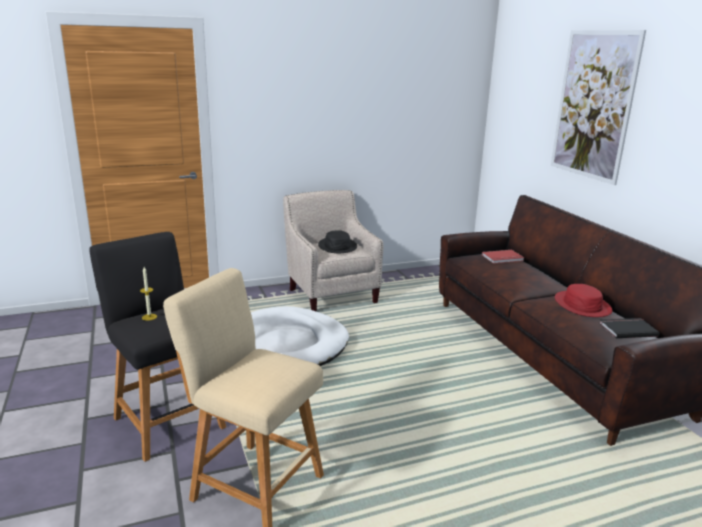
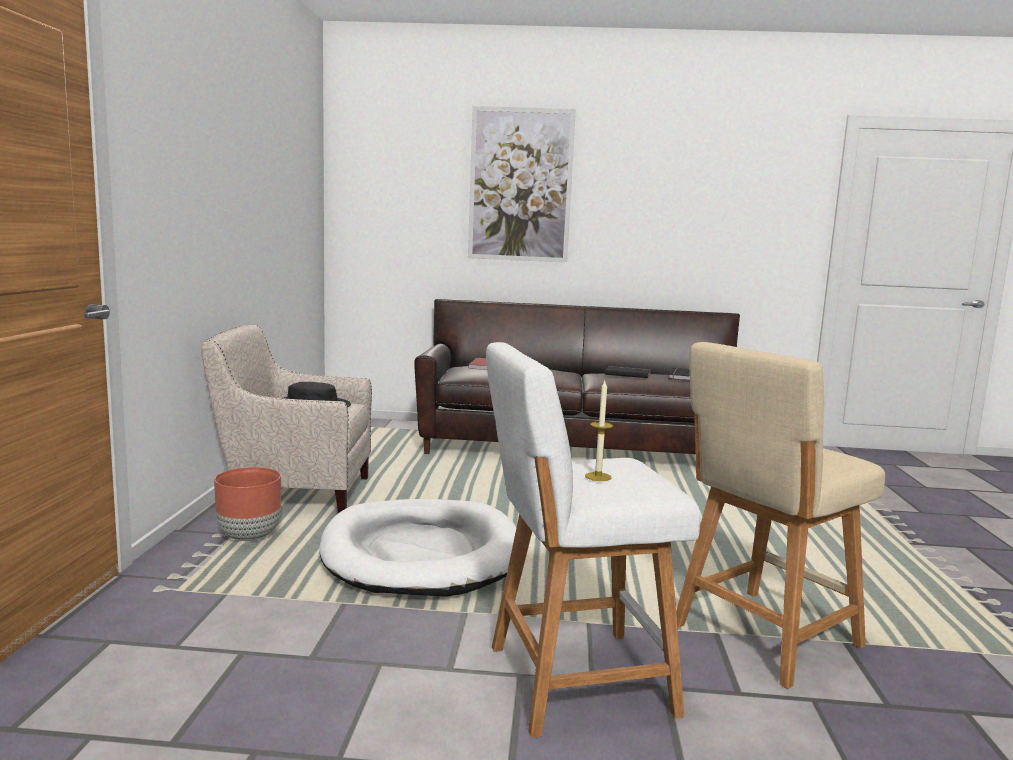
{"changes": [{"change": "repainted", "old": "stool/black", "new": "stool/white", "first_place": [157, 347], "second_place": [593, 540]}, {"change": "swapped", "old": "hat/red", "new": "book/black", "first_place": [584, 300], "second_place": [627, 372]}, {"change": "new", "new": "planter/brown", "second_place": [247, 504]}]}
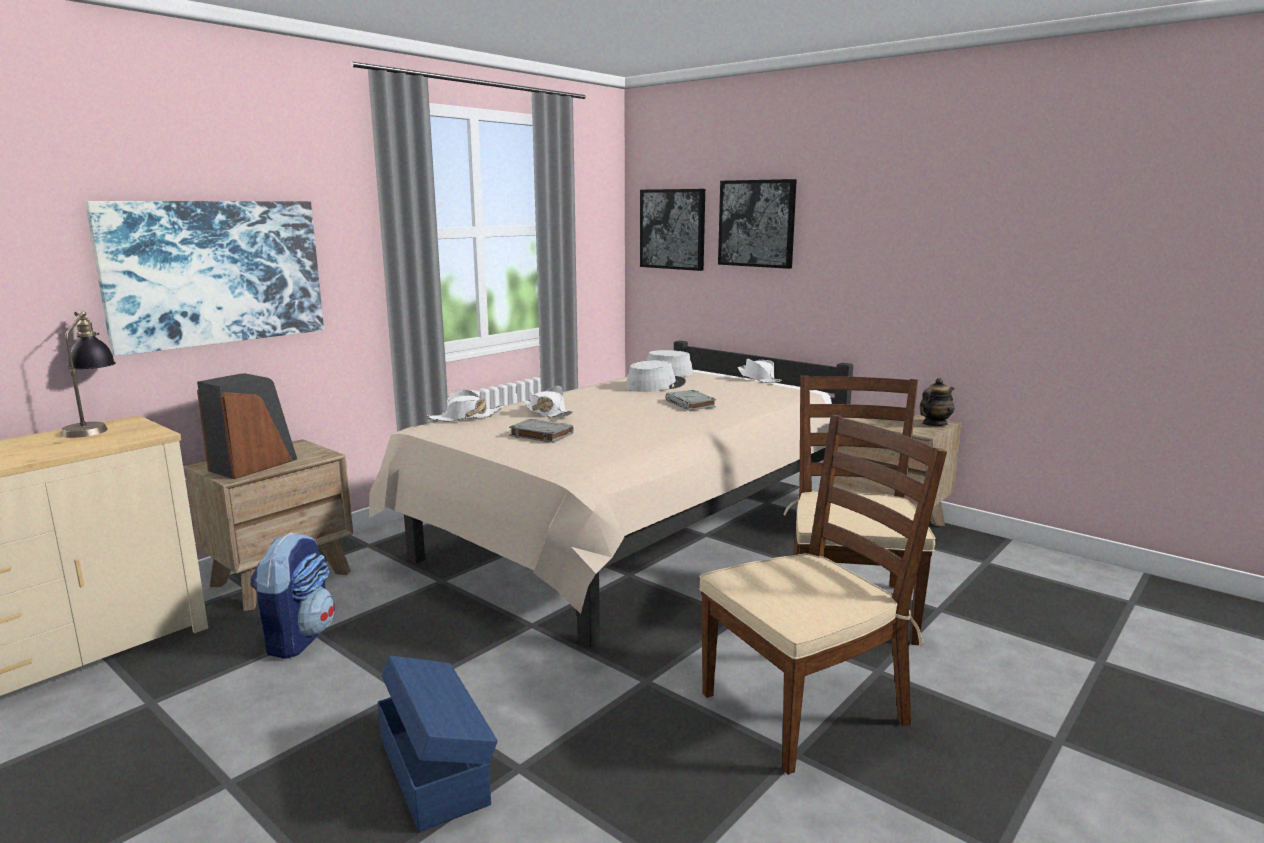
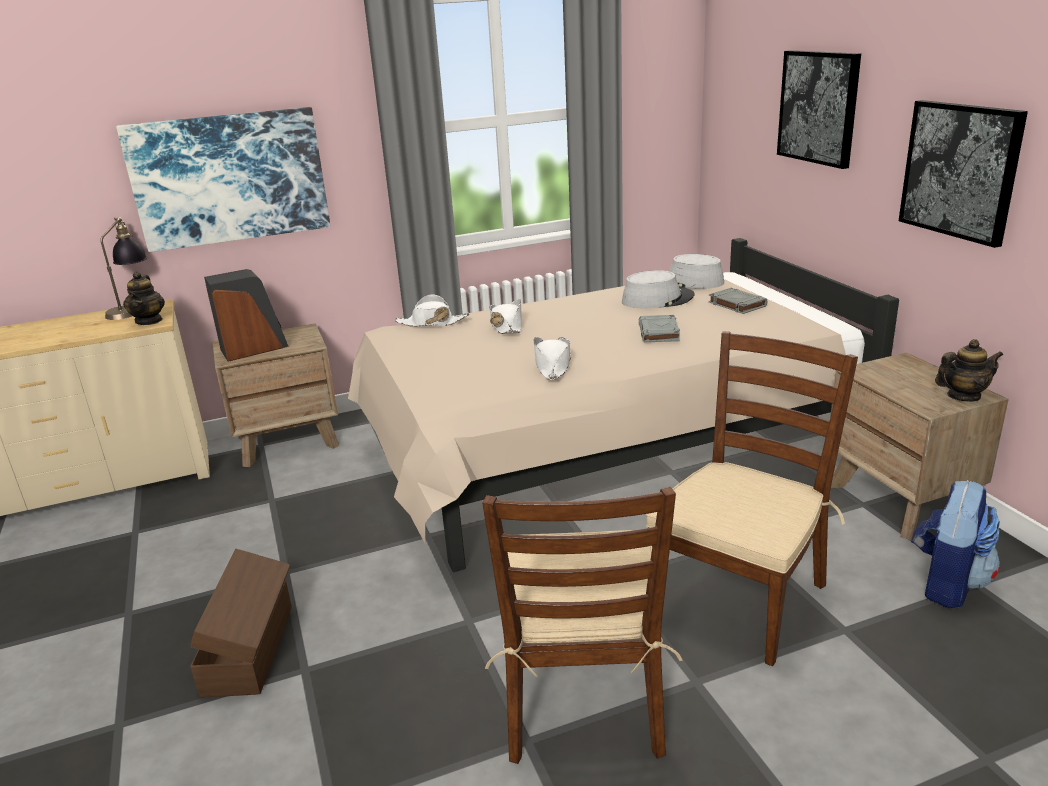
{"changes": [{"change": "shifted", "old": "backpack", "first_place": [292, 595], "second_place": [956, 544]}, {"change": "repainted", "old": "storage box/blue", "new": "storage box/brown", "first_place": [438, 744], "second_place": [241, 623]}, {"change": "shifted", "old": "book/grey", "first_place": [541, 431], "second_place": [738, 301]}, {"change": "shifted", "old": "picture", "first_place": [672, 230], "second_place": [963, 174]}, {"change": "rotated", "old": "chair/brown", "first_place": [823, 595], "second_place": [582, 625], "degrees": 90}, {"change": "shifted", "old": "hat/white", "first_place": [760, 371], "second_place": [552, 358]}, {"change": "new", "new": "teapot", "second_place": [144, 298]}]}
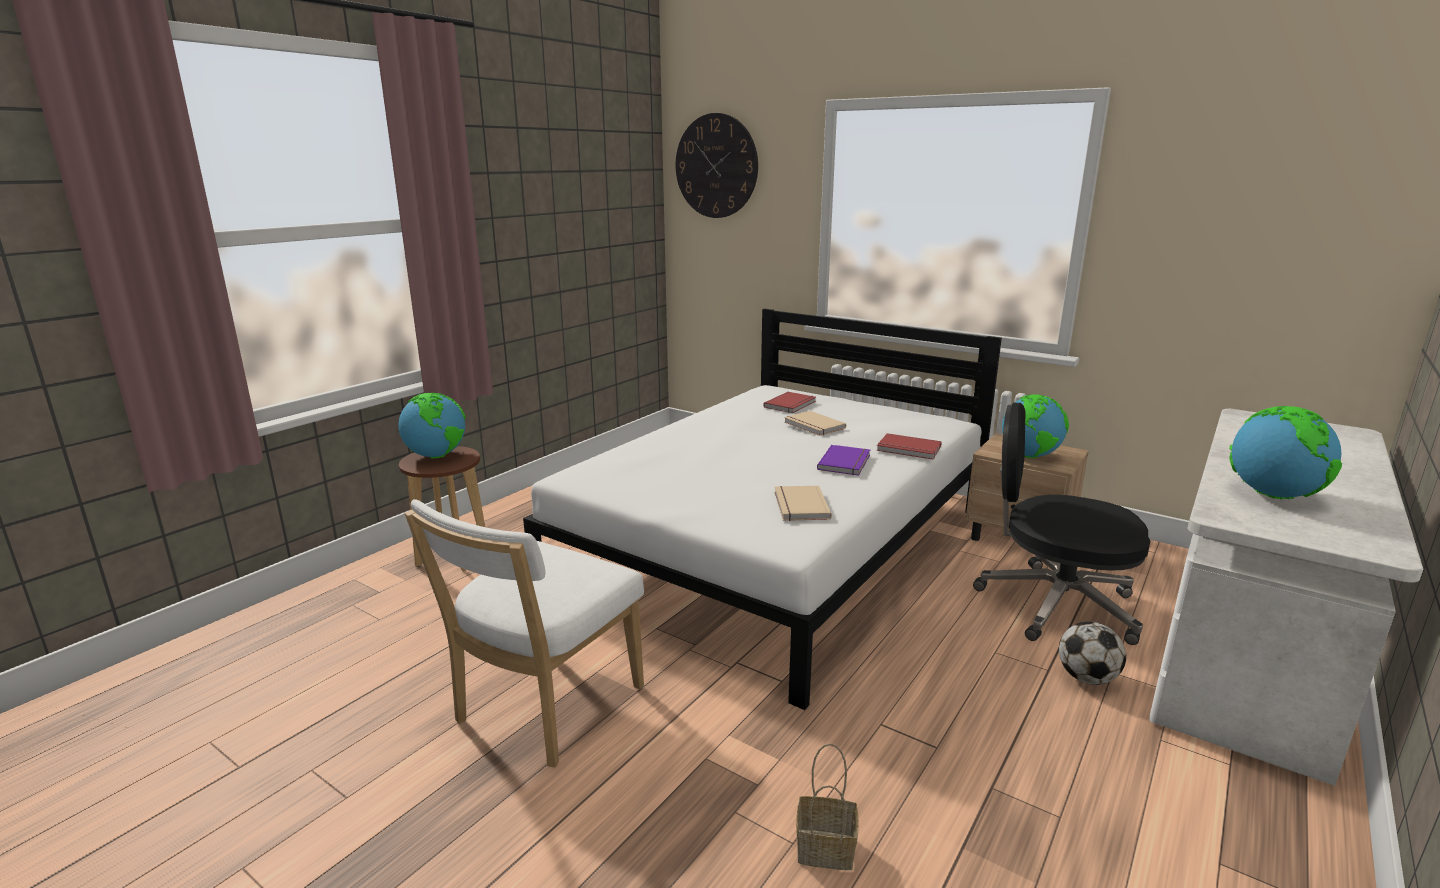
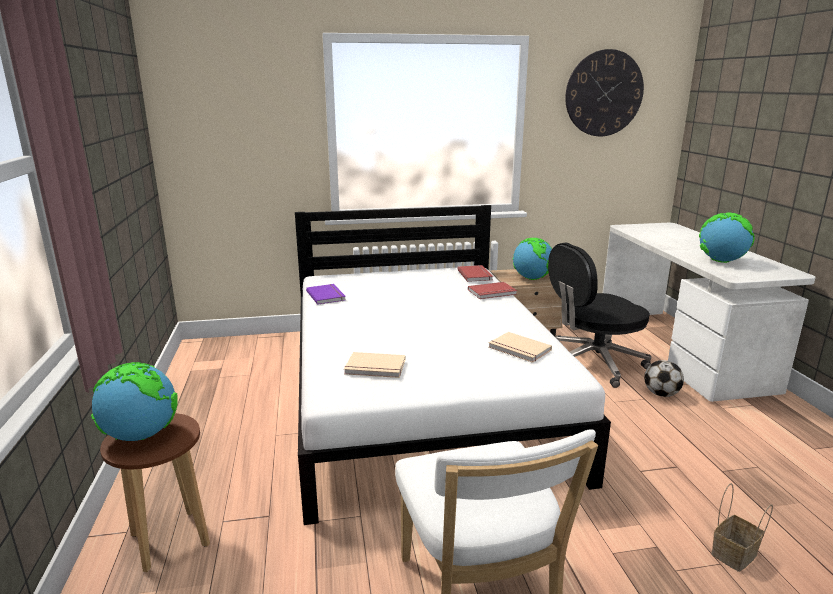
{"changes": [{"change": "shifted", "old": "wall clock", "first_place": [717, 165], "second_place": [604, 92]}, {"change": "shifted", "old": "book/red", "first_place": [789, 402], "second_place": [475, 273]}, {"change": "shifted", "old": "book/beige", "first_place": [815, 423], "second_place": [375, 365]}, {"change": "shifted", "old": "book/purple", "first_place": [843, 460], "second_place": [326, 294]}]}
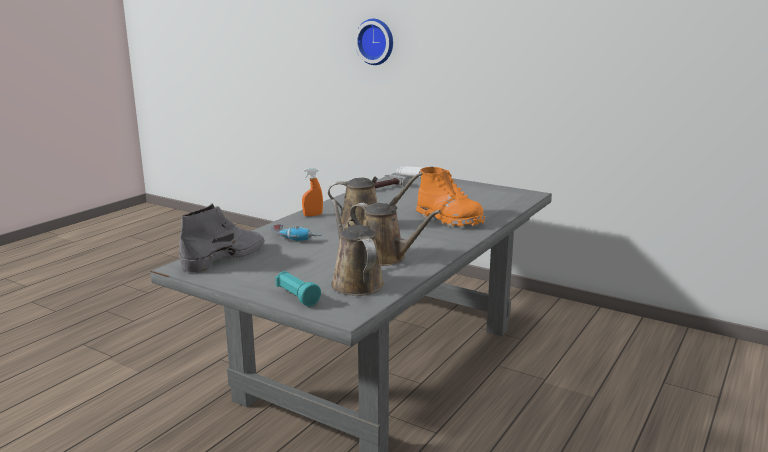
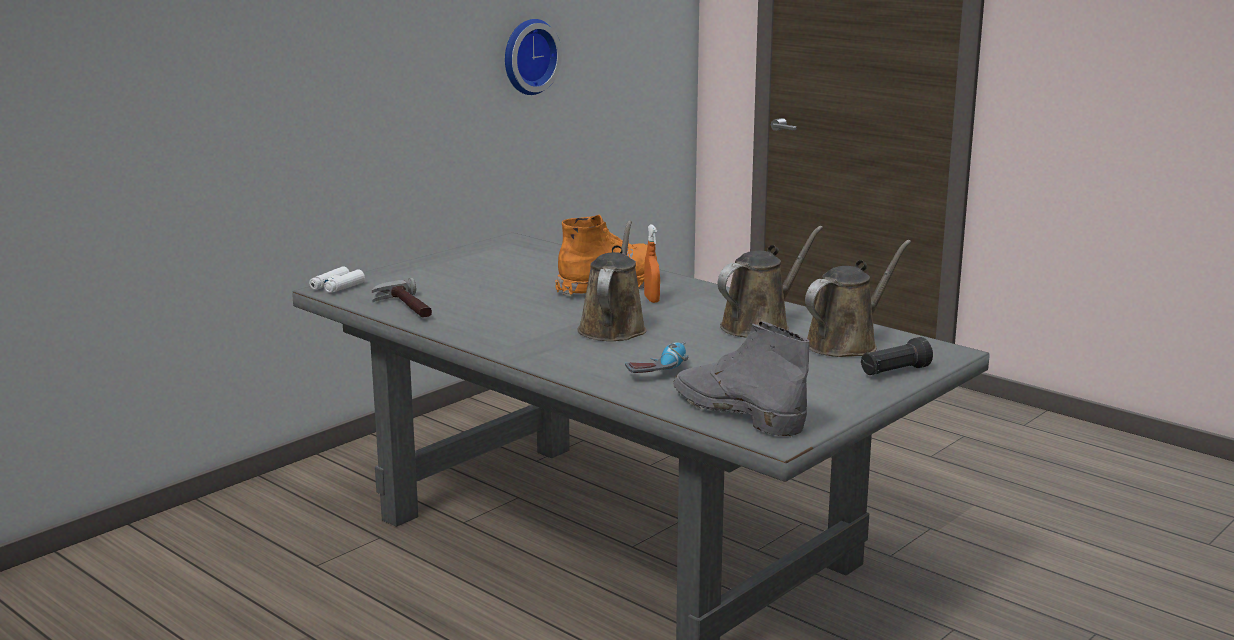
{"changes": [{"change": "repainted", "old": "flashlight/turquoise", "new": "flashlight/black", "first_place": [298, 288], "second_place": [897, 356]}, {"change": "shifted", "old": "spray bottle/orange", "first_place": [312, 192], "second_place": [652, 263]}, {"change": "rotated", "old": "watering can/brown", "first_place": [357, 247], "second_place": [858, 298], "degrees": 150}, {"change": "shifted", "old": "wall clock", "first_place": [374, 42], "second_place": [533, 57]}]}
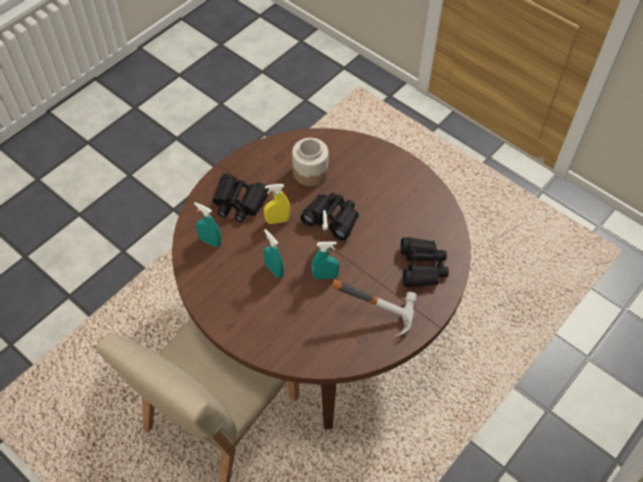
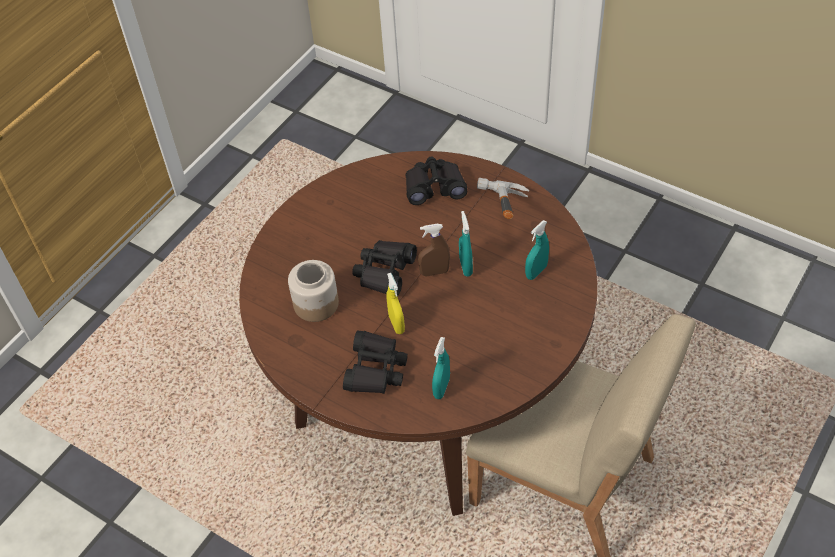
{"changes": [{"change": "shifted", "old": "spray bottle/turquoise", "first_place": [273, 253], "second_place": [537, 250]}]}
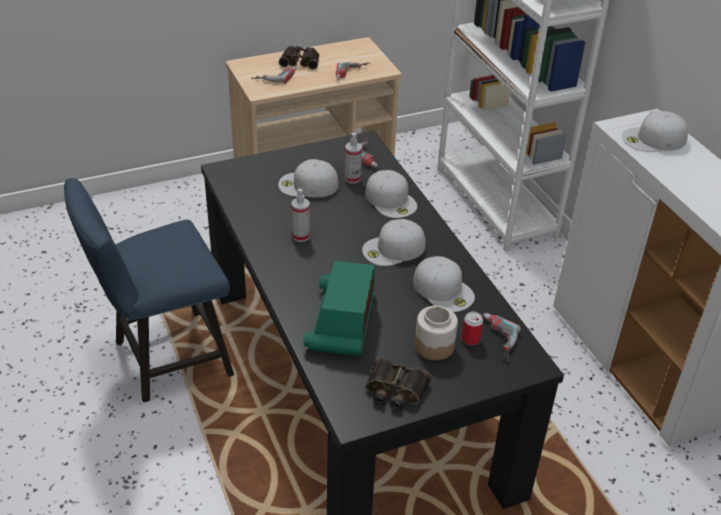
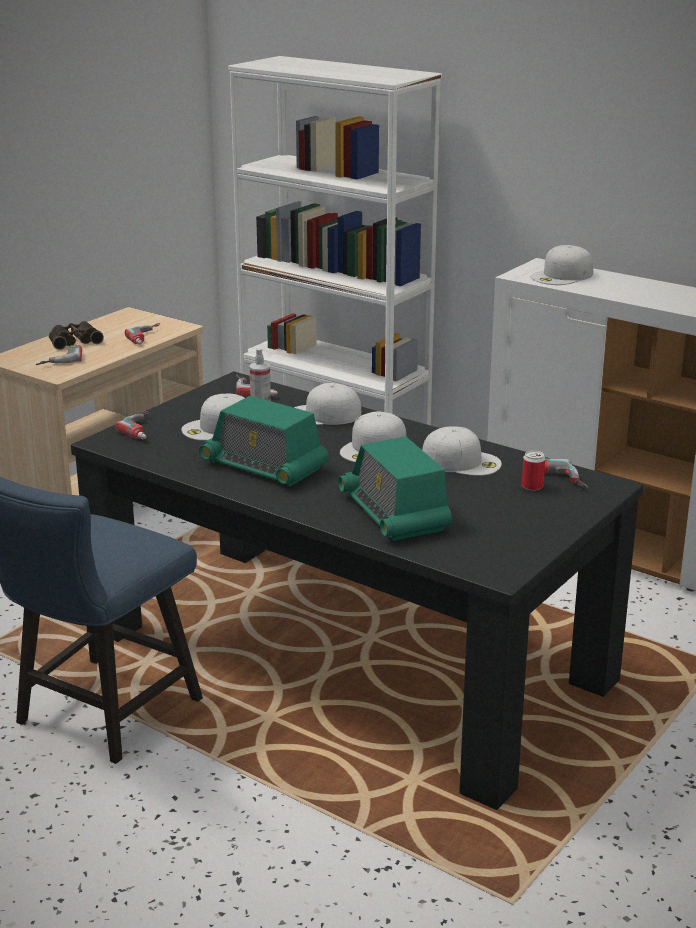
{"changes": [{"change": "swapped", "old": "spray bottle", "new": "radio", "first_place": [300, 215], "second_place": [264, 441]}, {"change": "rotated", "old": "cap/white", "first_place": [391, 194], "second_place": [327, 404], "degrees": 150}, {"change": "gone", "old": "binoculars", "first_place": [399, 384]}, {"change": "gone", "old": "jar", "first_place": [436, 333]}, {"change": "new", "new": "power drill", "second_place": [132, 424]}]}
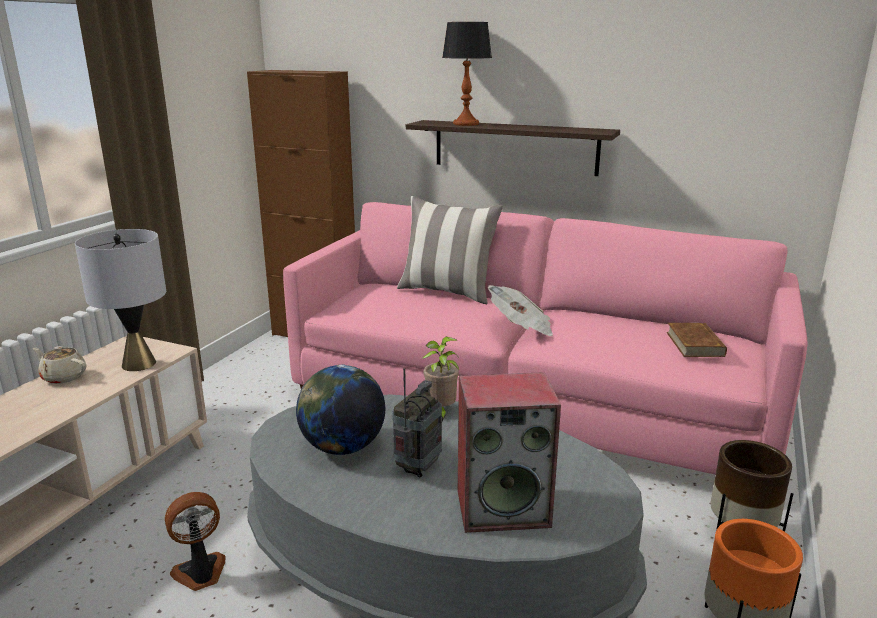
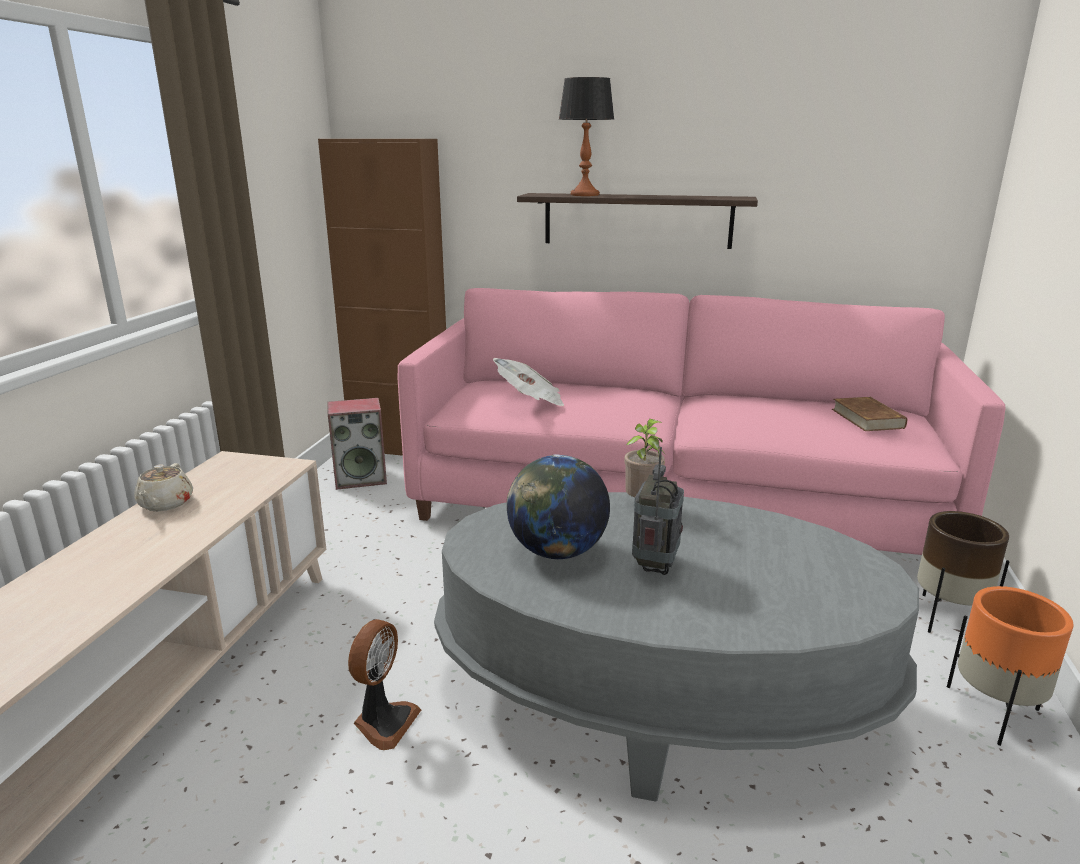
{"changes": [{"change": "rotated", "old": "teapot/beige", "first_place": [60, 365], "second_place": [163, 487], "degrees": -105}, {"change": "gone", "old": "table lamp/grey", "first_place": [120, 300]}, {"change": "rotated", "old": "fan", "first_place": [195, 541], "second_place": [384, 684], "degrees": 150}, {"change": "gone", "old": "pillow", "first_place": [450, 250]}, {"change": "shifted", "old": "speaker", "first_place": [509, 452], "second_place": [357, 444]}, {"change": "shifted", "old": "newspaper", "first_place": [520, 310], "second_place": [528, 382]}]}
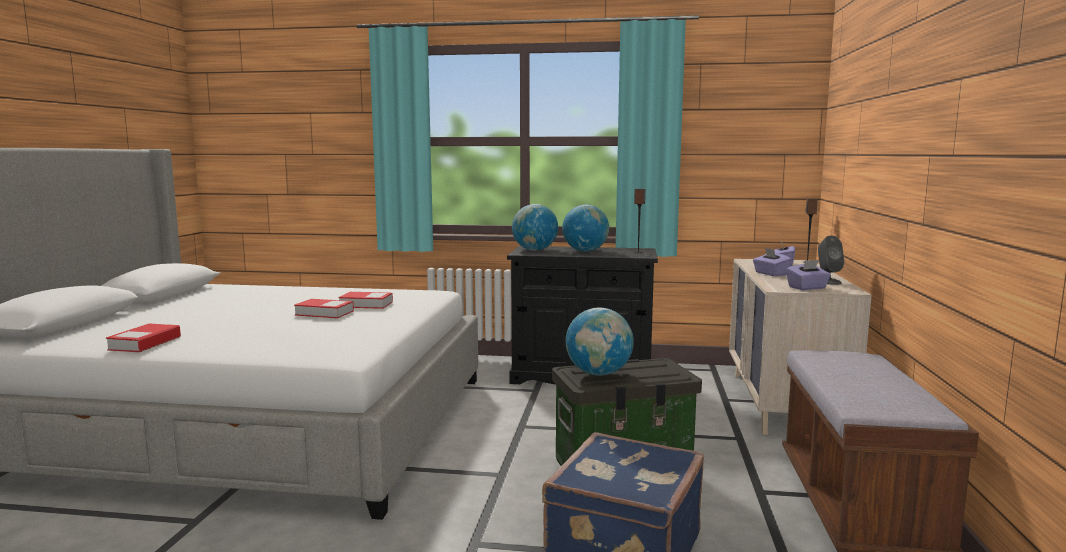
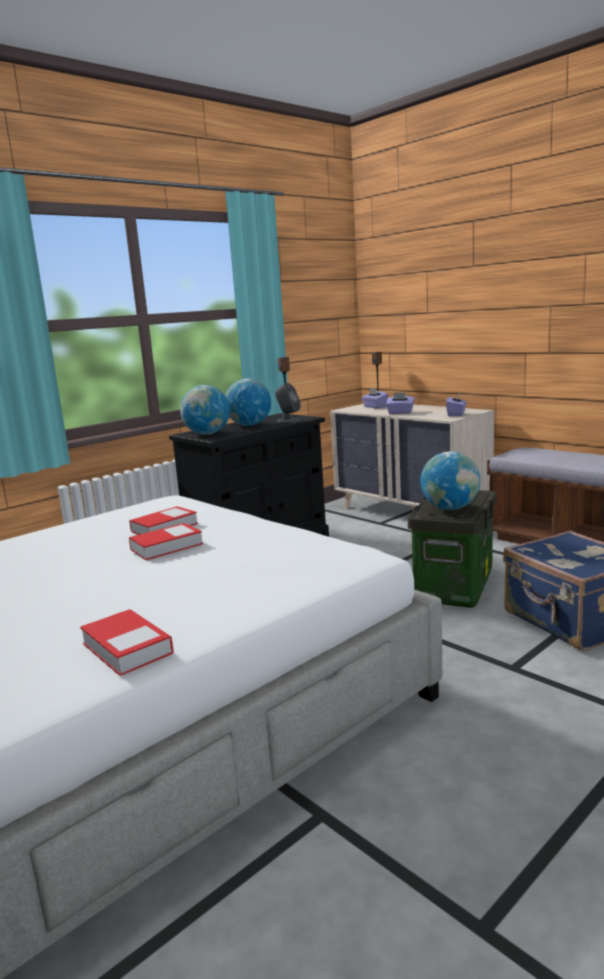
{"changes": [{"change": "shifted", "old": "speaker/grey", "first_place": [831, 260], "second_place": [288, 403]}]}
